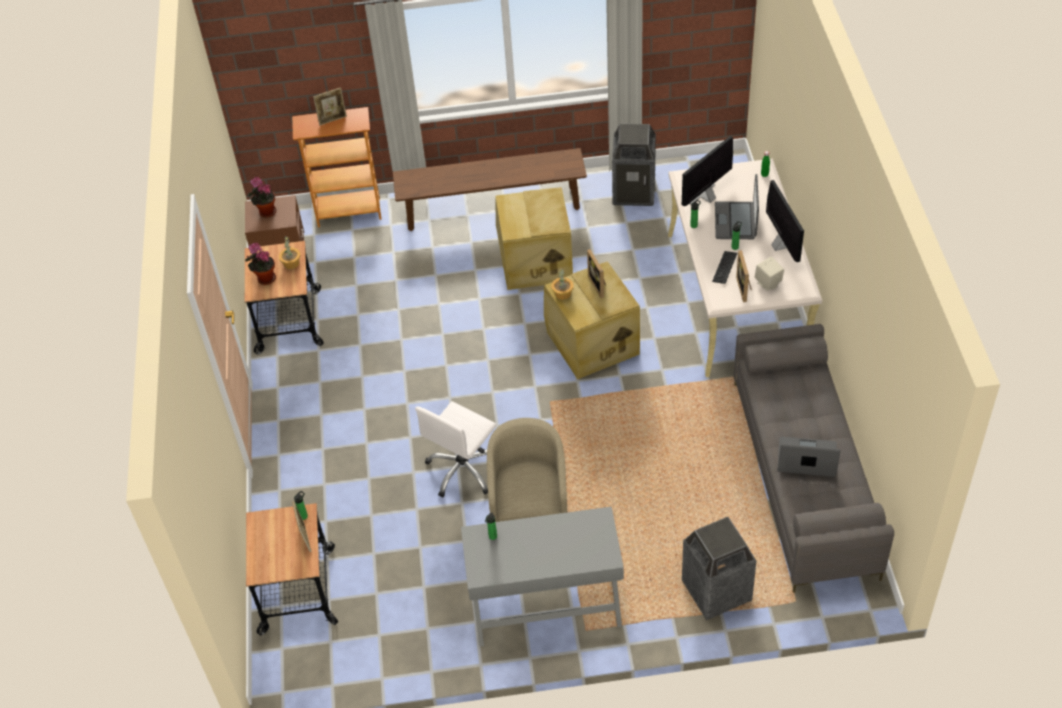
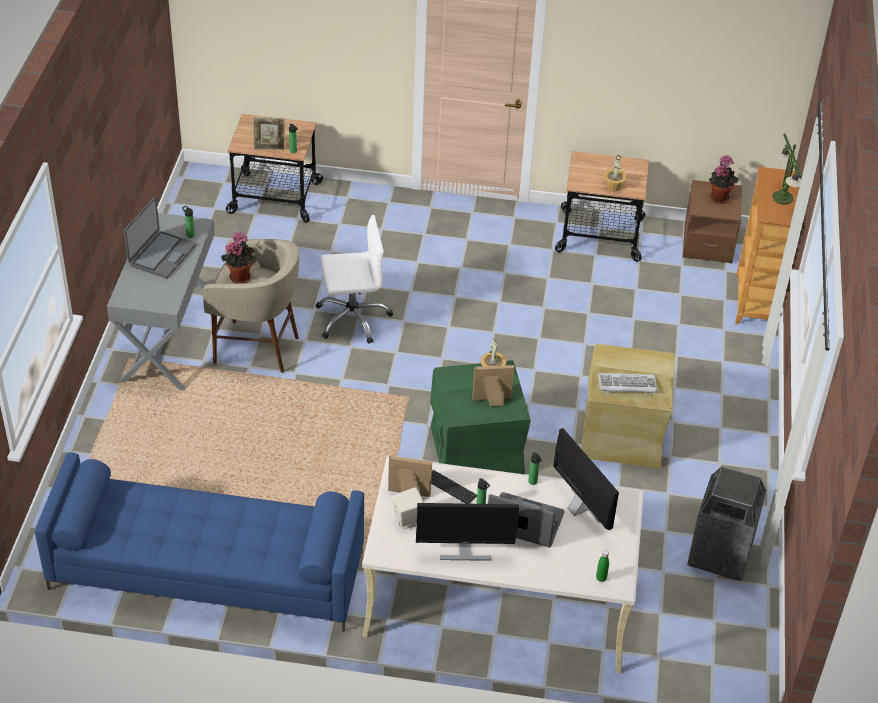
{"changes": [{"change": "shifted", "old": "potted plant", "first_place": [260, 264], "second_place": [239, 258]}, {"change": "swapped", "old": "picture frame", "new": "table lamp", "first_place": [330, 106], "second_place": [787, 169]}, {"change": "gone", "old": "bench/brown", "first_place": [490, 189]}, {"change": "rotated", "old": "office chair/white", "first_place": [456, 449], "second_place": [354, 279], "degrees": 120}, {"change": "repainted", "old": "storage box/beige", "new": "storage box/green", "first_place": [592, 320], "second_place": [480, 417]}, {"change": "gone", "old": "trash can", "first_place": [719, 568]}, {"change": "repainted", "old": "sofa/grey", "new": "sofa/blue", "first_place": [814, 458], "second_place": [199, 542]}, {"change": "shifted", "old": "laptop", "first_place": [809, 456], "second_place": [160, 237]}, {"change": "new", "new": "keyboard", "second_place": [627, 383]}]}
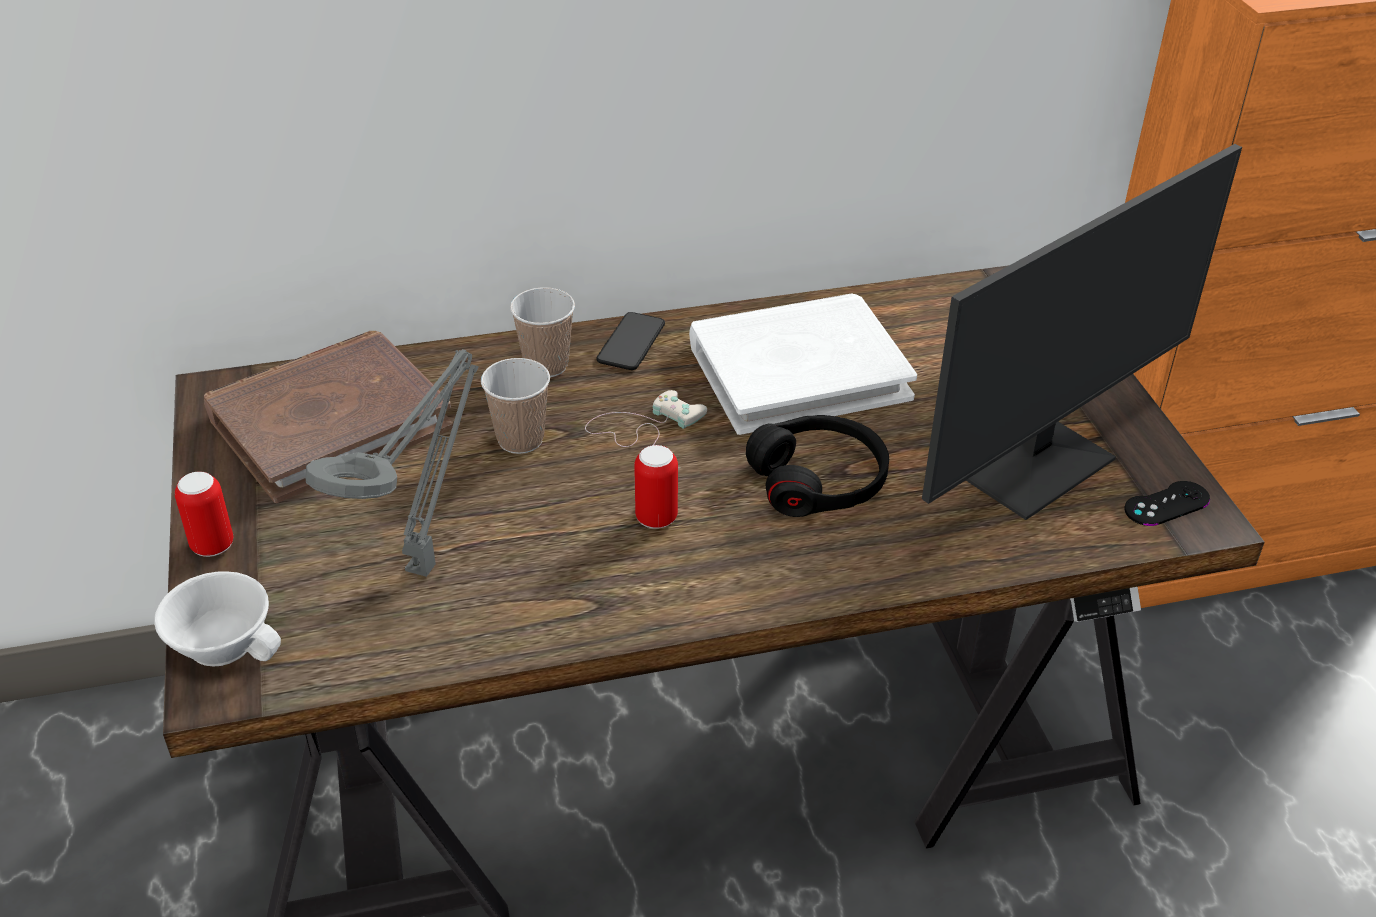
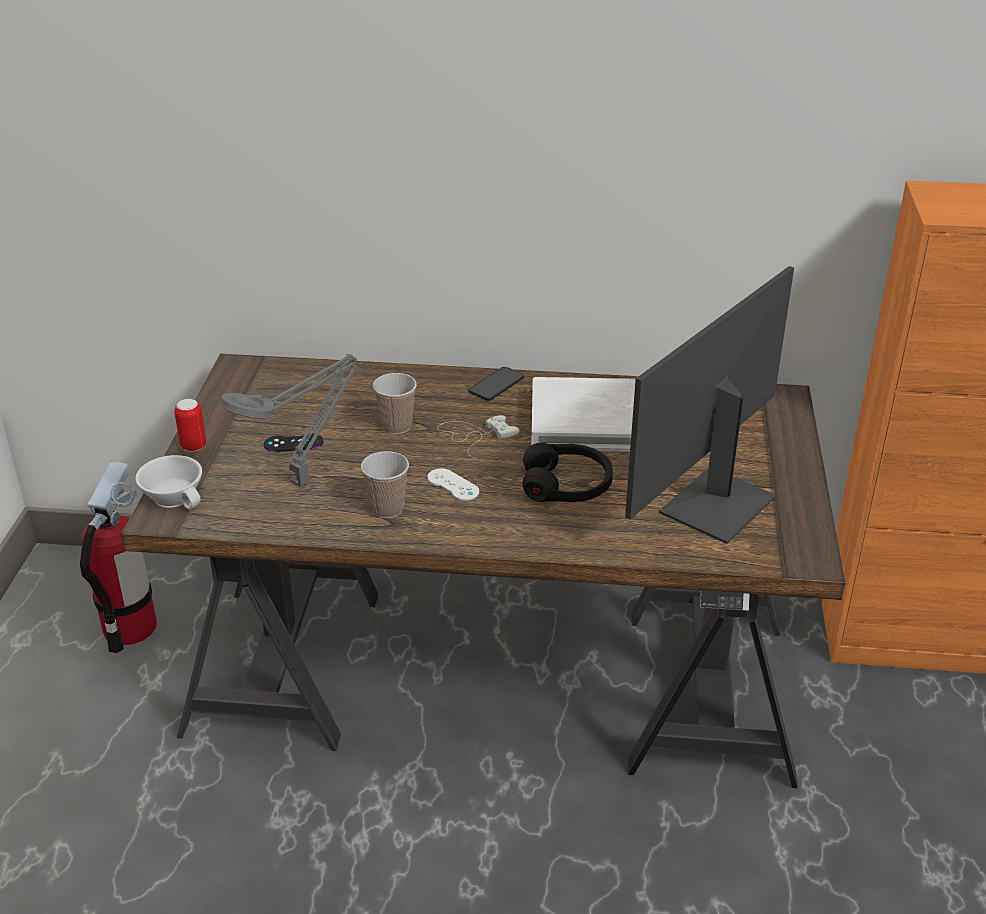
{"changes": [{"change": "gone", "old": "book/brown", "first_place": [328, 417]}, {"change": "shifted", "old": "cup", "first_place": [542, 332], "second_place": [385, 484]}, {"change": "swapped", "old": "can", "new": "game controller/white", "first_place": [656, 487], "second_place": [453, 484]}, {"change": "rotated", "old": "monitor", "first_place": [1082, 332], "second_place": [709, 405], "degrees": 150}, {"change": "shifted", "old": "game controller/black", "first_place": [1167, 503], "second_place": [294, 443]}, {"change": "new", "new": "fire extinguisher", "second_place": [118, 557]}]}
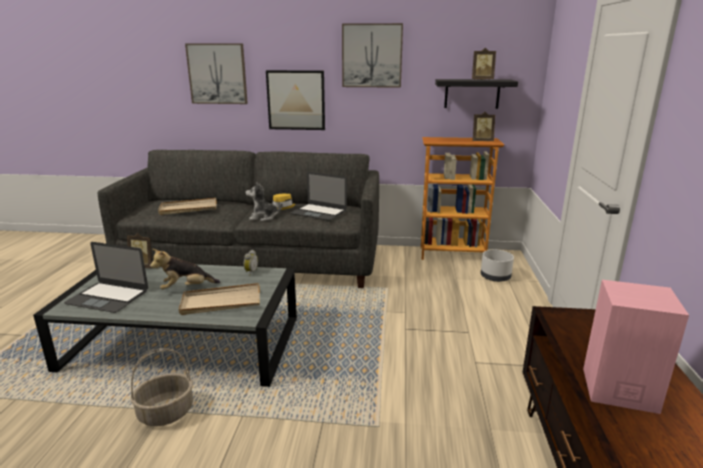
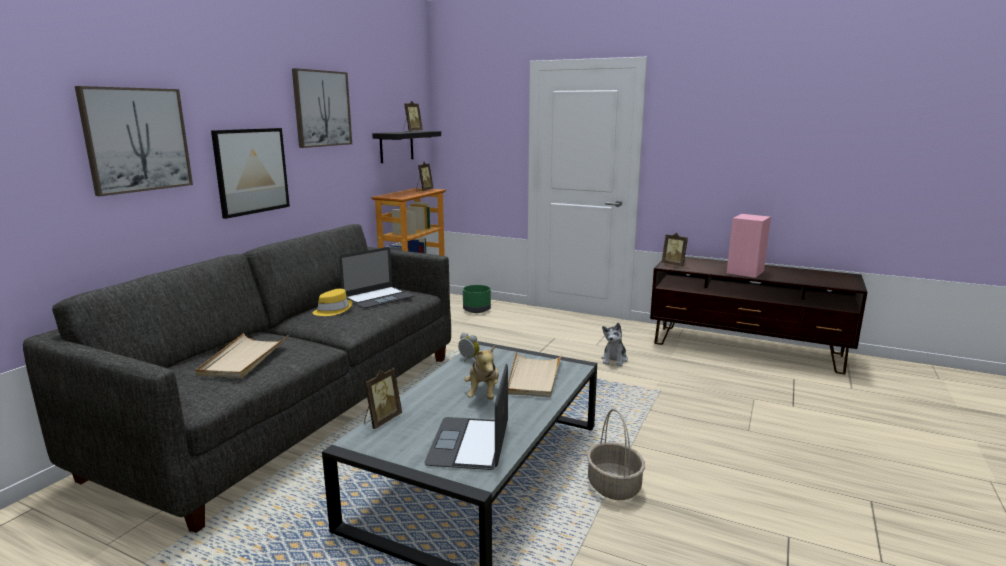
{"changes": [{"change": "rotated", "old": "laptop", "first_place": [106, 277], "second_place": [466, 417], "degrees": 150}, {"change": "shifted", "old": "plush toy", "first_place": [264, 201], "second_place": [615, 344]}, {"change": "repainted", "old": "planter/white", "new": "planter/green", "first_place": [497, 266], "second_place": [477, 299]}, {"change": "new", "new": "picture frame", "second_place": [674, 250]}]}
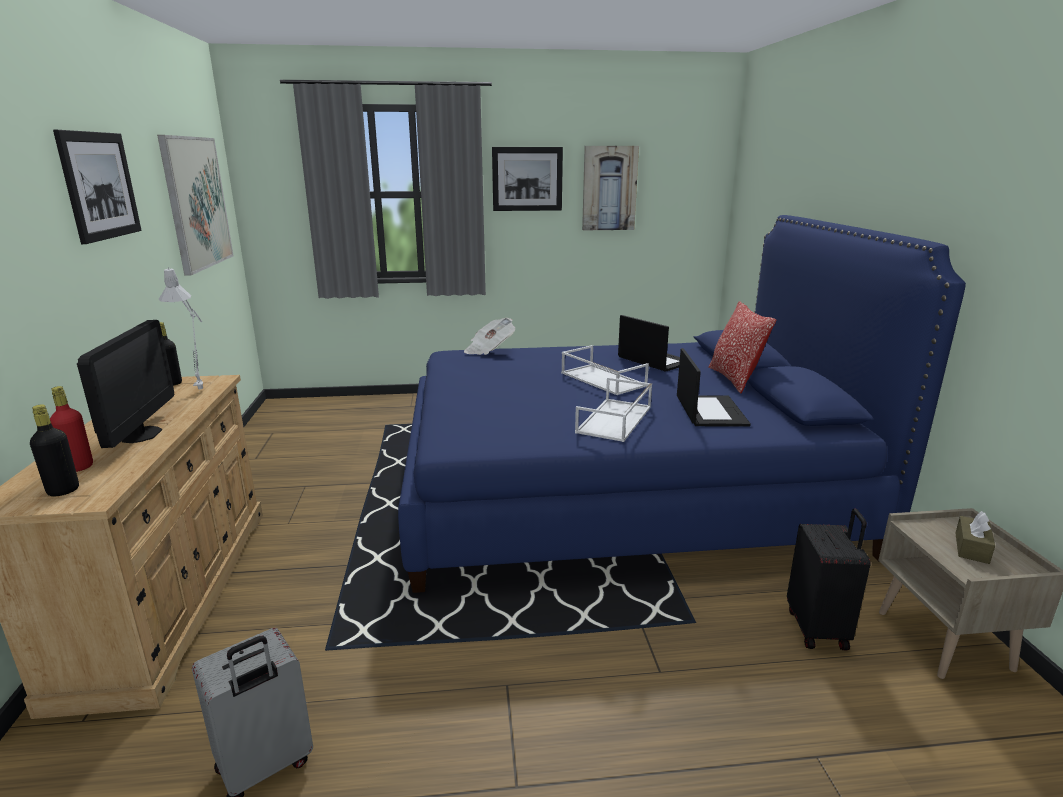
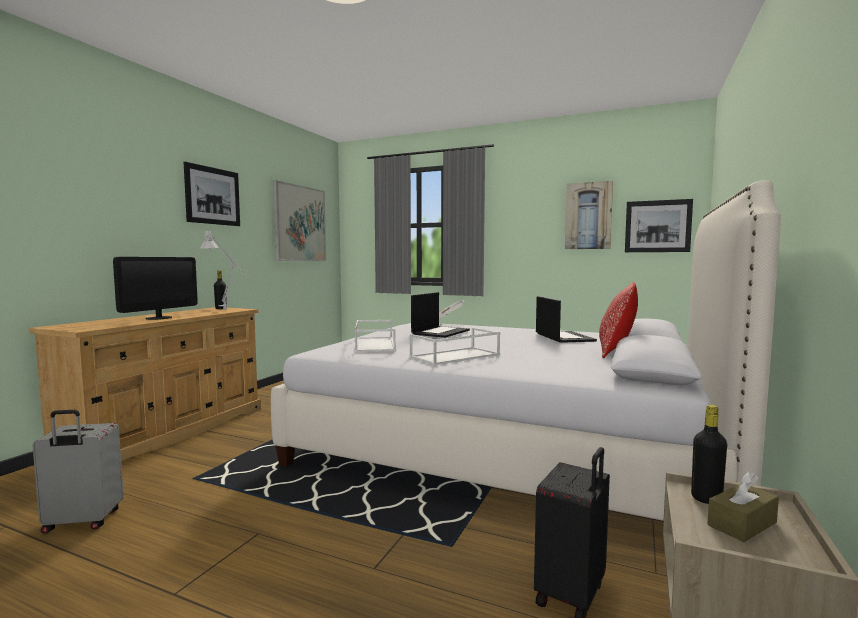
{"changes": [{"change": "shifted", "old": "bottle/black", "first_place": [54, 450], "second_place": [709, 454]}, {"change": "gone", "old": "bottle/red", "first_place": [71, 429]}, {"change": "repainted", "old": "bed/blue", "new": "bed/white", "first_place": [682, 404], "second_place": [526, 350]}, {"change": "shifted", "old": "picture", "first_place": [527, 179], "second_place": [659, 225]}, {"change": "shifted", "old": "tray/white", "first_place": [605, 370], "second_place": [375, 336]}, {"change": "shifted", "old": "laptop", "first_place": [714, 387], "second_place": [440, 315]}]}
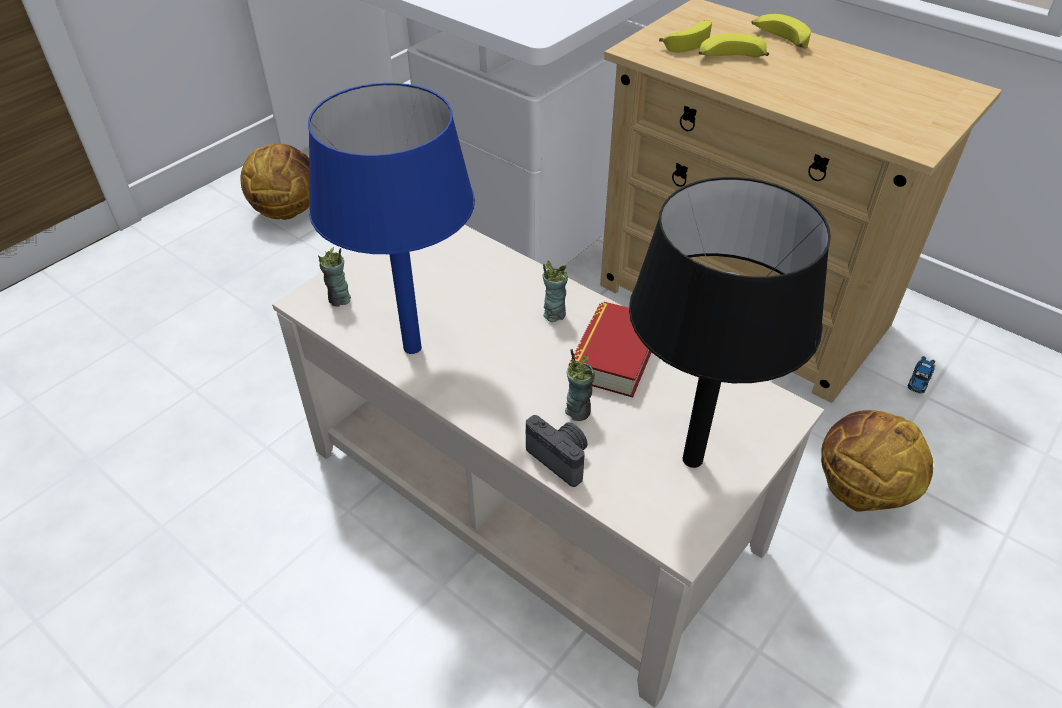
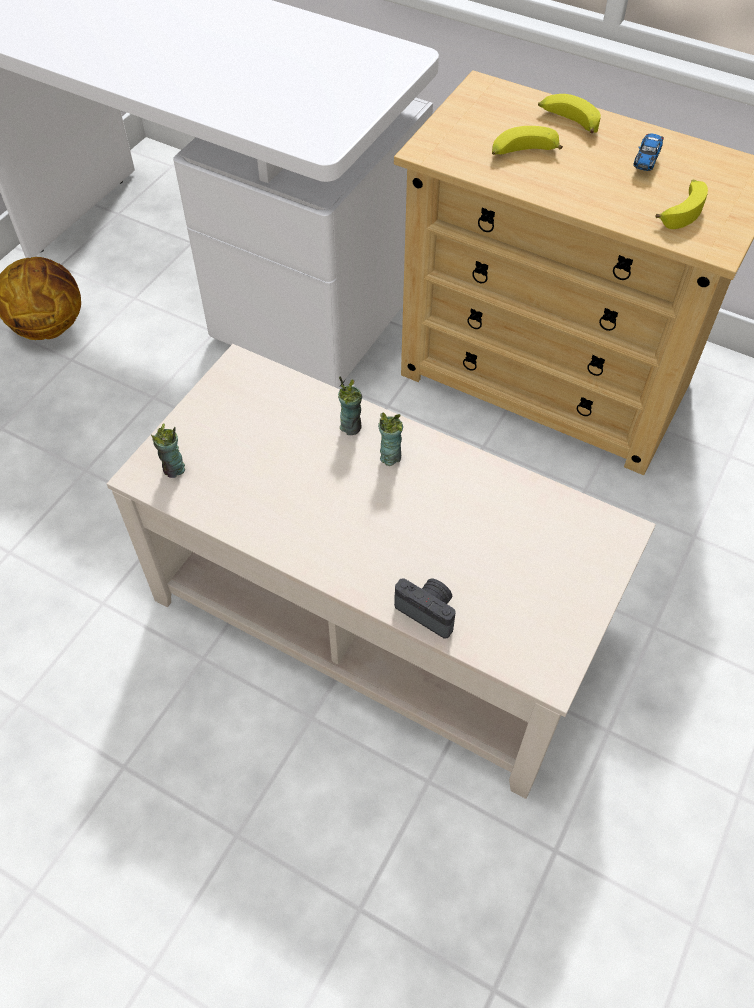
{"changes": [{"change": "gone", "old": "table lamp/blue", "first_place": [391, 218]}, {"change": "shifted", "old": "cup", "first_place": [580, 385], "second_place": [350, 405]}, {"change": "gone", "old": "book", "first_place": [610, 350]}, {"change": "gone", "old": "table lamp/black", "first_place": [730, 322]}, {"change": "shifted", "old": "banana", "first_place": [685, 36], "second_place": [682, 204]}, {"change": "gone", "old": "basketball", "first_place": [877, 461]}, {"change": "shifted", "old": "toy car", "first_place": [921, 374], "second_place": [648, 152]}]}
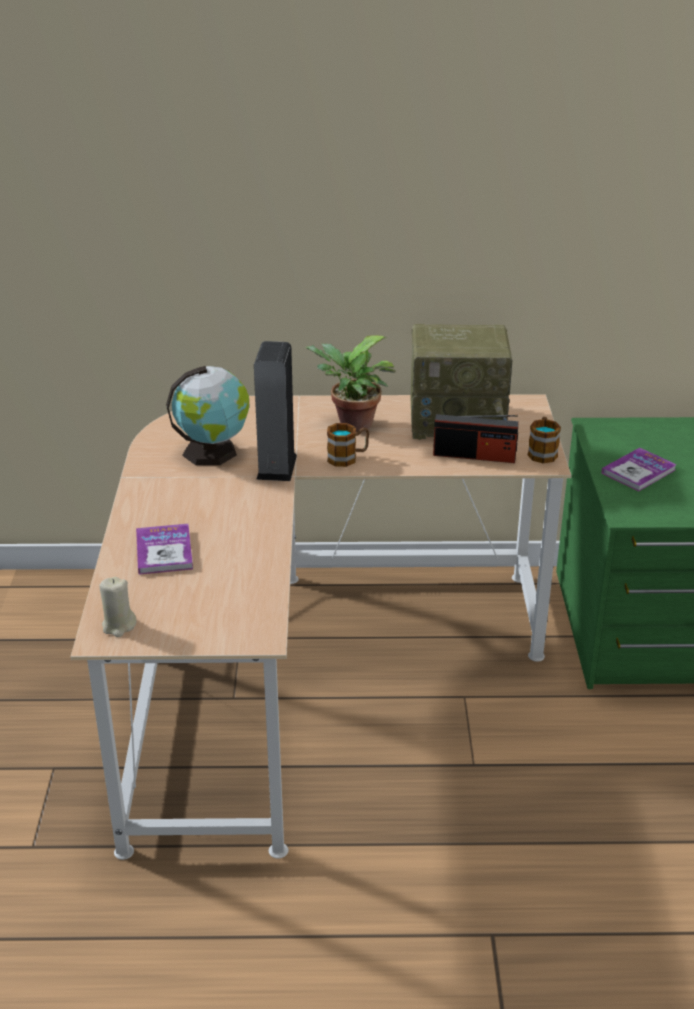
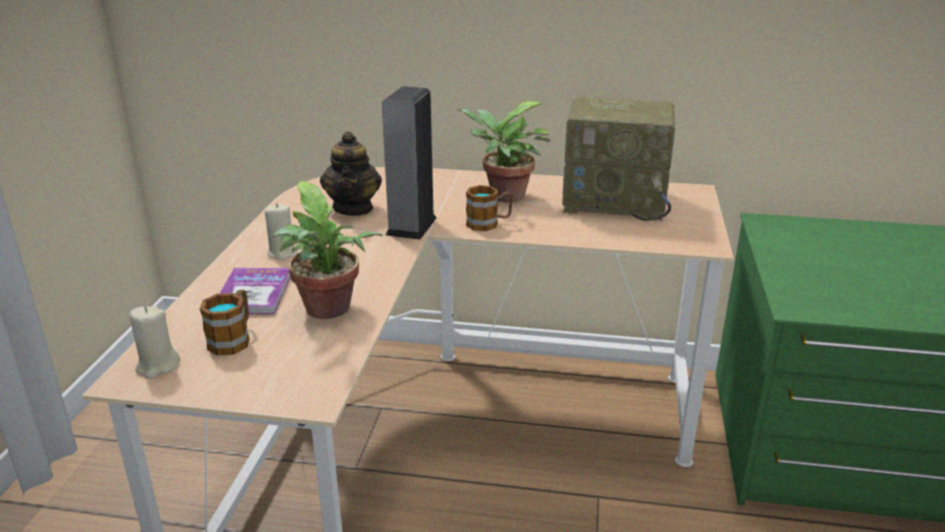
{"changes": [{"change": "swapped", "old": "globe", "new": "teapot", "first_place": [207, 415], "second_place": [351, 173]}, {"change": "gone", "old": "radio", "first_place": [476, 438]}, {"change": "shifted", "old": "mug", "first_place": [544, 440], "second_place": [225, 323]}, {"change": "gone", "old": "book", "first_place": [639, 470]}, {"change": "new", "new": "candle/beige", "second_place": [281, 231]}, {"change": "new", "new": "potted plant", "second_place": [328, 250]}]}
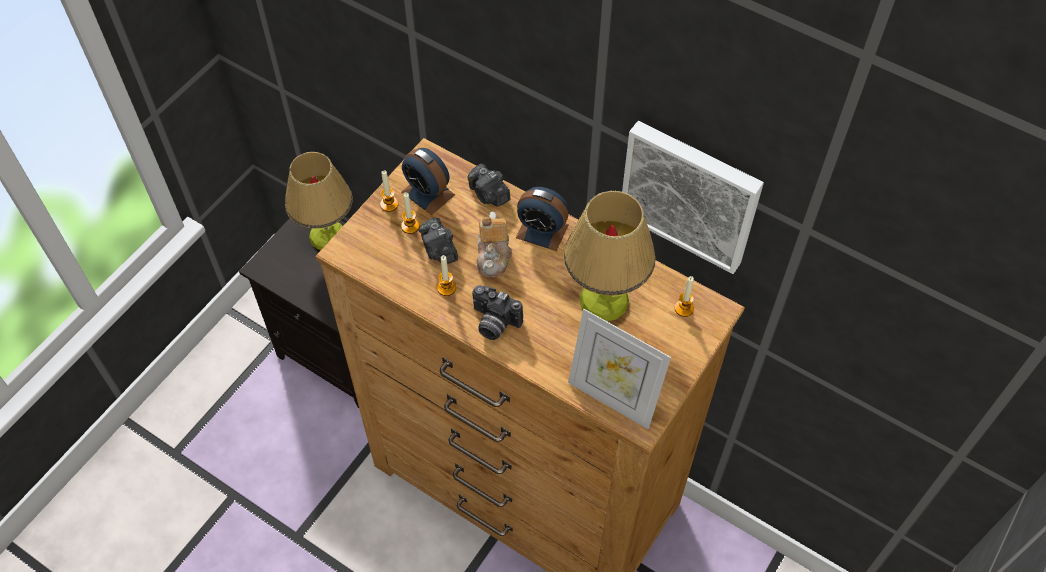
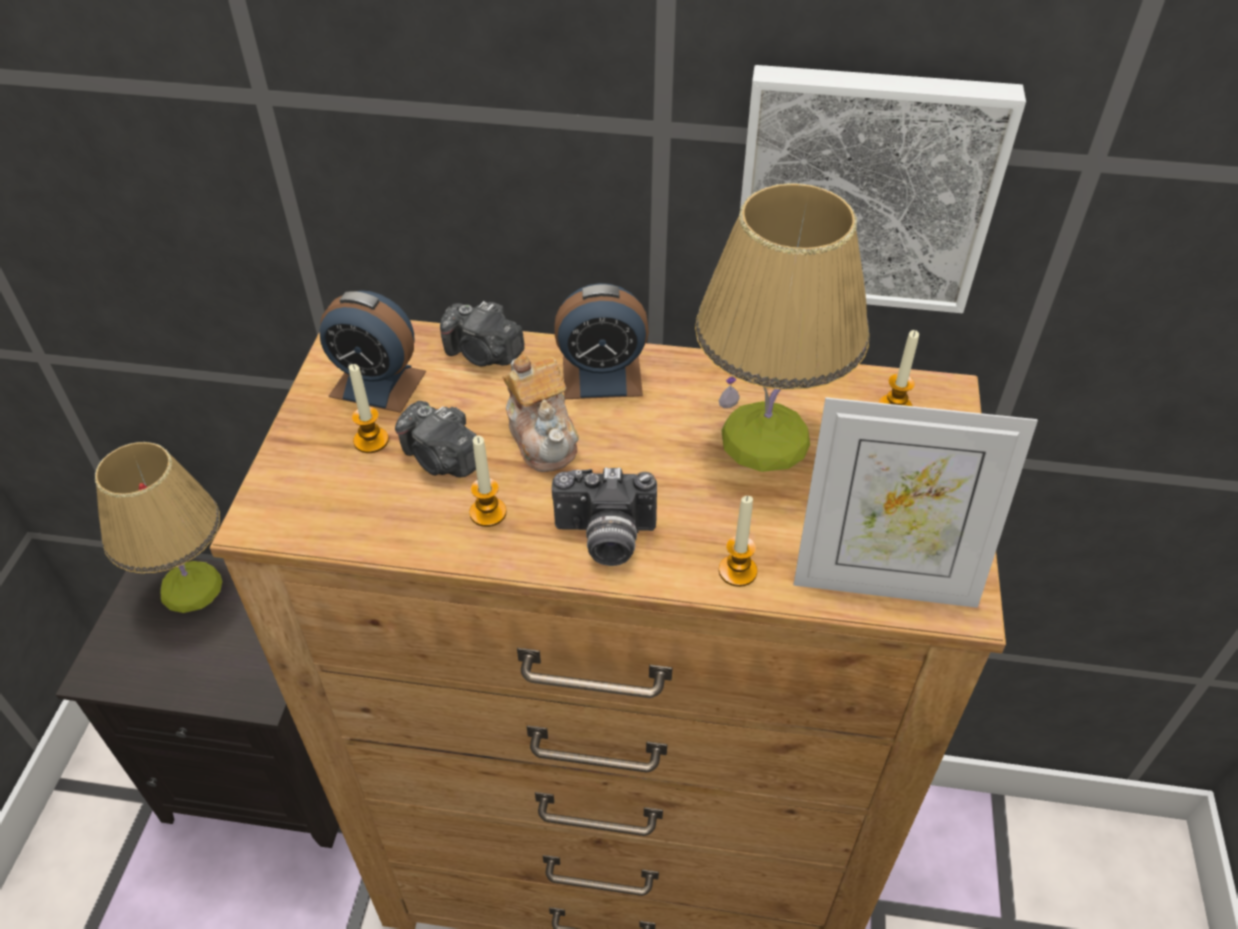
{"changes": [{"change": "shifted", "old": "candle", "first_place": [389, 191], "second_place": [738, 541]}]}
